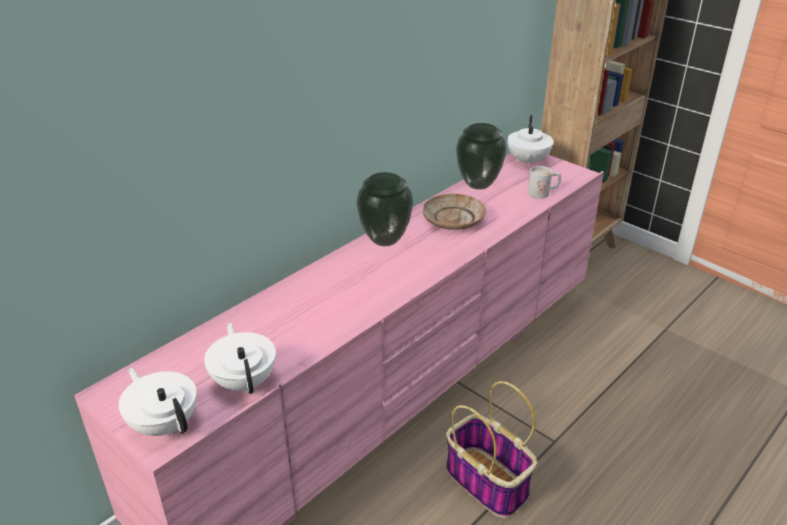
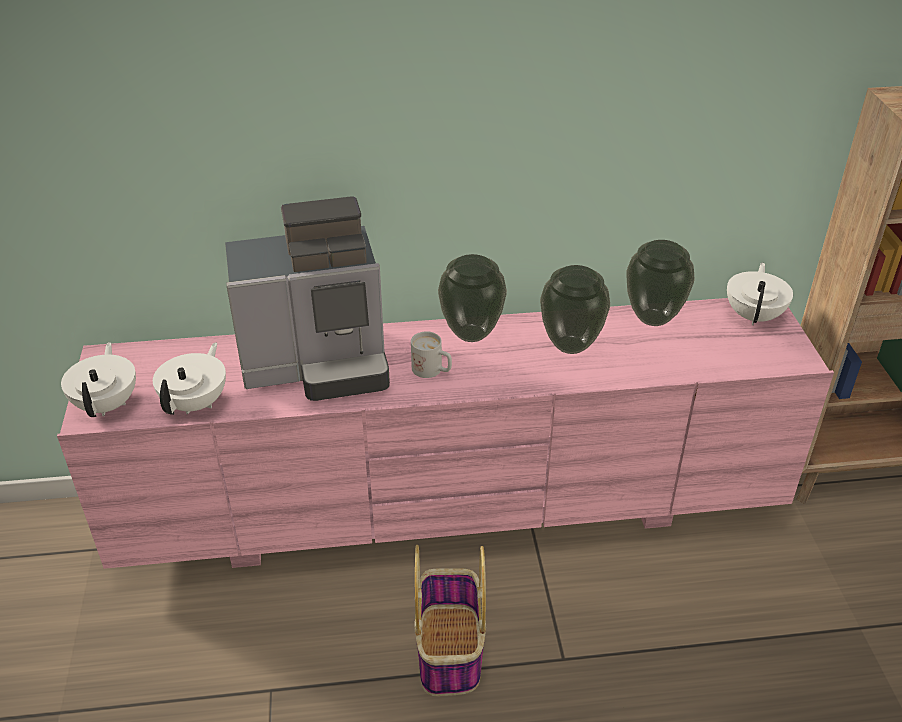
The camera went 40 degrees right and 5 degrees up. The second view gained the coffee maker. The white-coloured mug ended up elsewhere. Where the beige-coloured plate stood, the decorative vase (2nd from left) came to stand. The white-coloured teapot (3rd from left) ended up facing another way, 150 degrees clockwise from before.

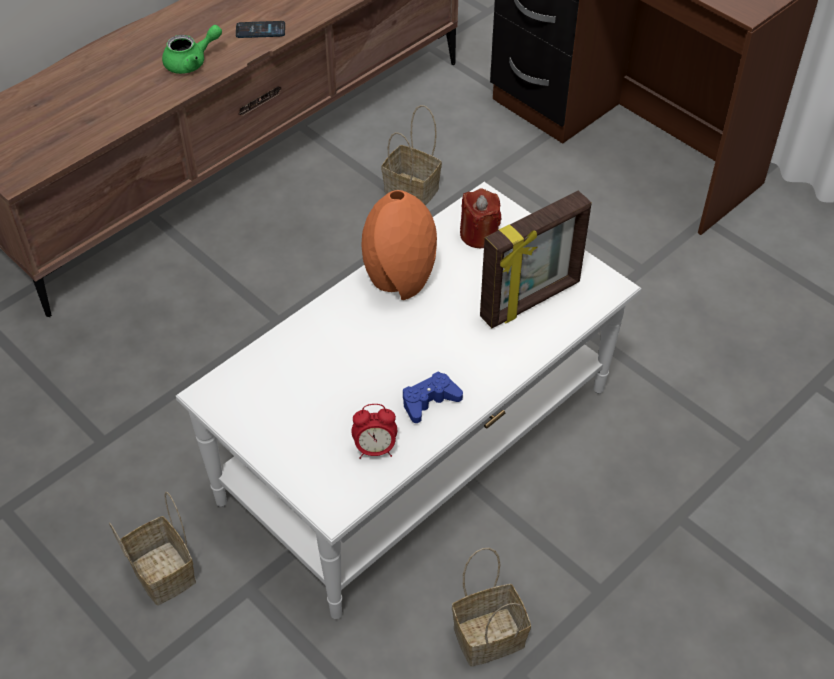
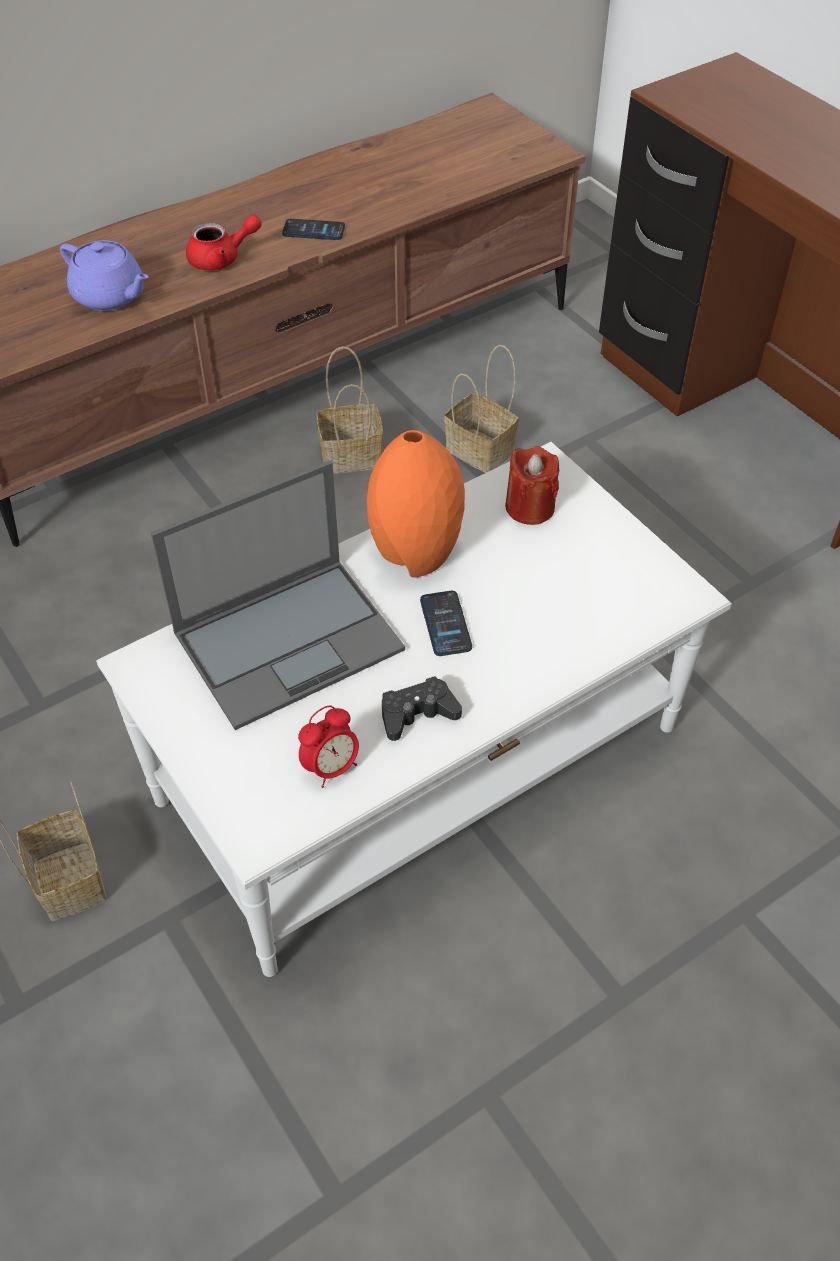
The camera went 10 degrees right and 0 degrees up. The second view gained the purplish teapot. The second view gained the notebook computer. What was the green-coloured teapot turned into the reddish teapot. The alarm clock ended up facing another way, 45 degrees counterclockwise from before. The household basket (3rd from left in the first image) ended up elsewhere. What was the bluish gamepad turned into the blackish gamepad. The second view gained the phone (2nd from left). The second view lost the picture frame.

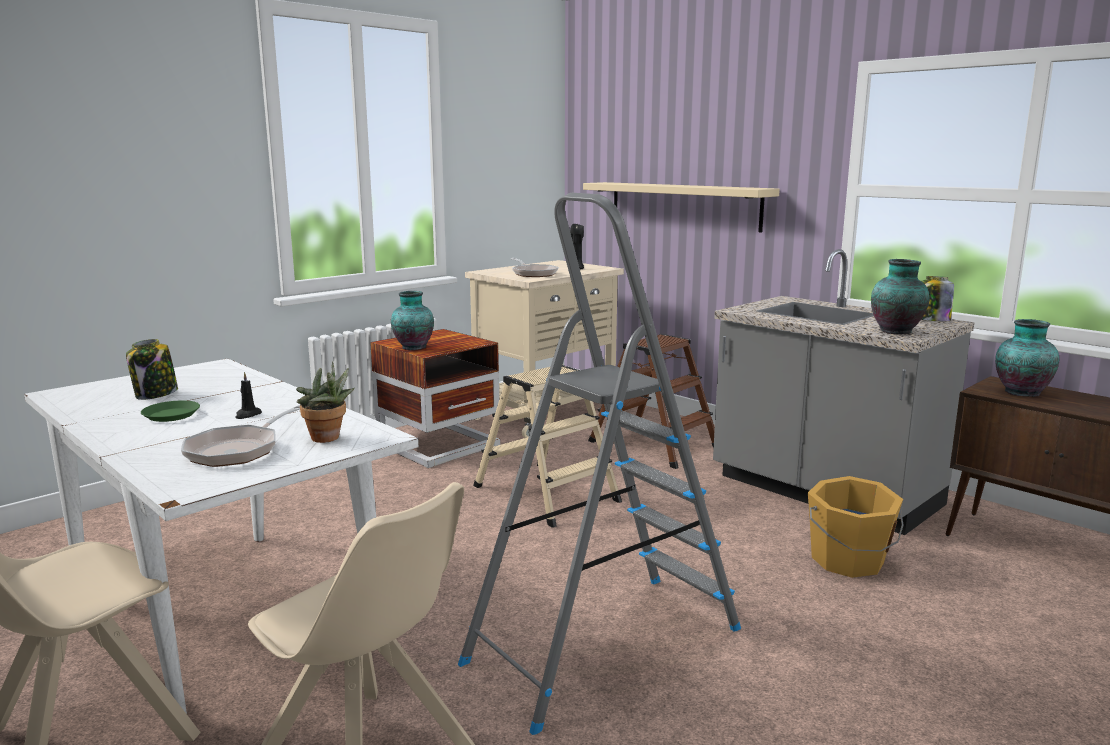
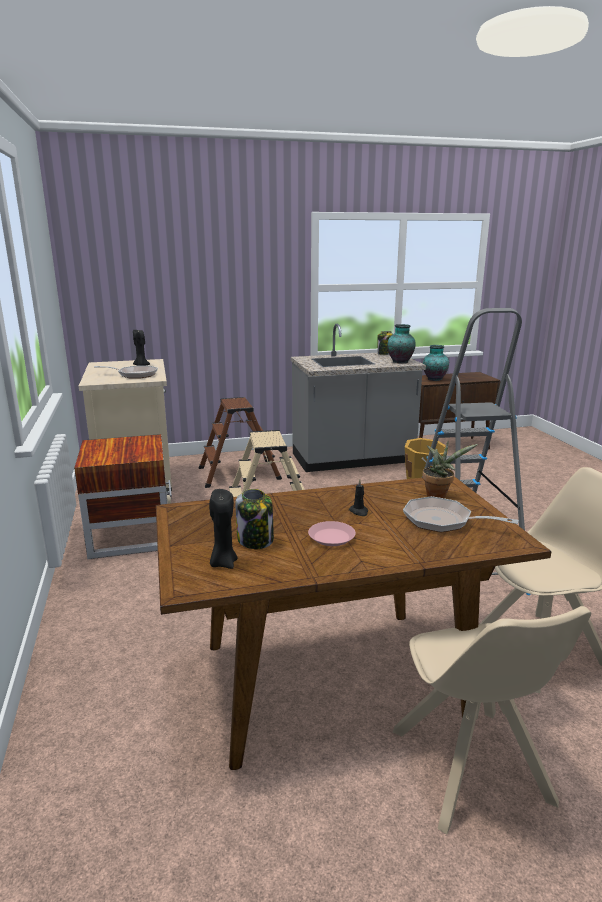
The camera went 60 degrees left and 5 degrees up. What was the white-coloured dinner table turned into the brownish dinner table. The second view gained the blackish wax candle (2nd from left). What was the green-coloured plate turned into the pinkish plate. The frying pan (1st from left in the first image) ended up facing another way, 150 degrees clockwise from before. The second view lost the decorative vase (1st from left). The second view lost the beige-coloured shelf.

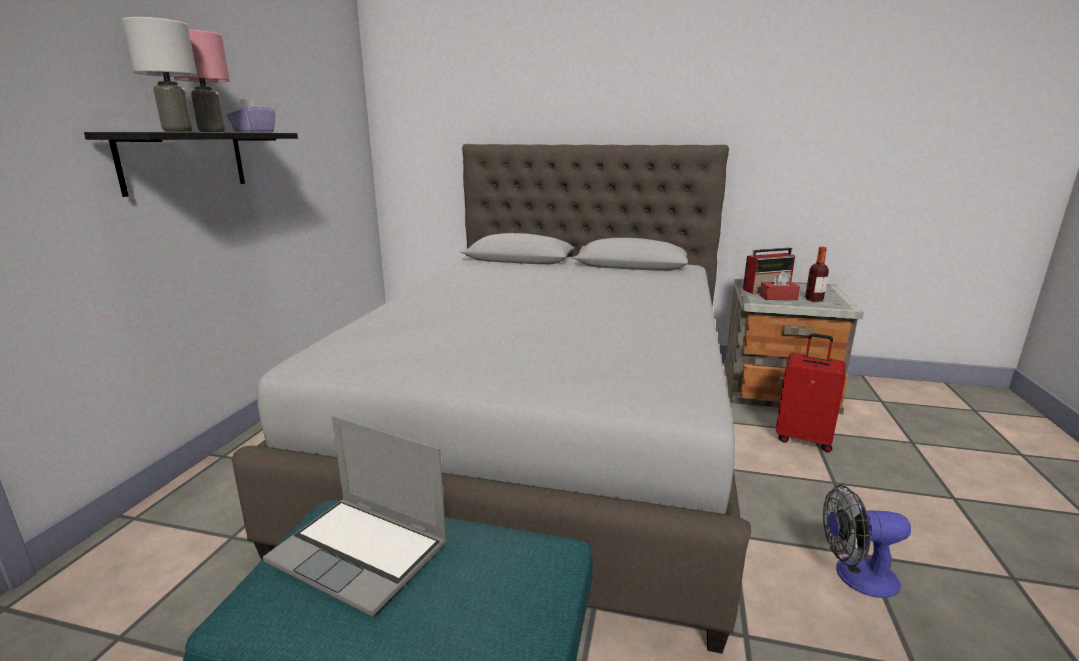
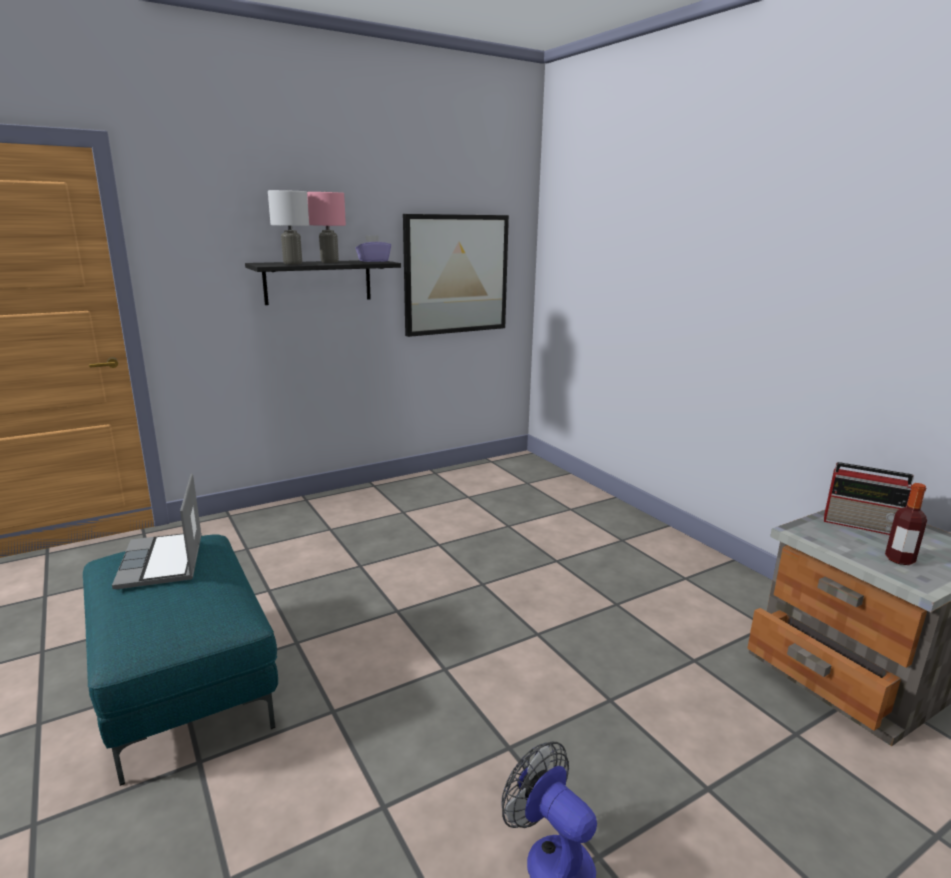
The camera went 45 degrees right and 0 degrees up. The second view gained the wall picture. The second view lost the greyish bed. The second view lost the reddish tissue box. The second view lost the reddish suitcase.

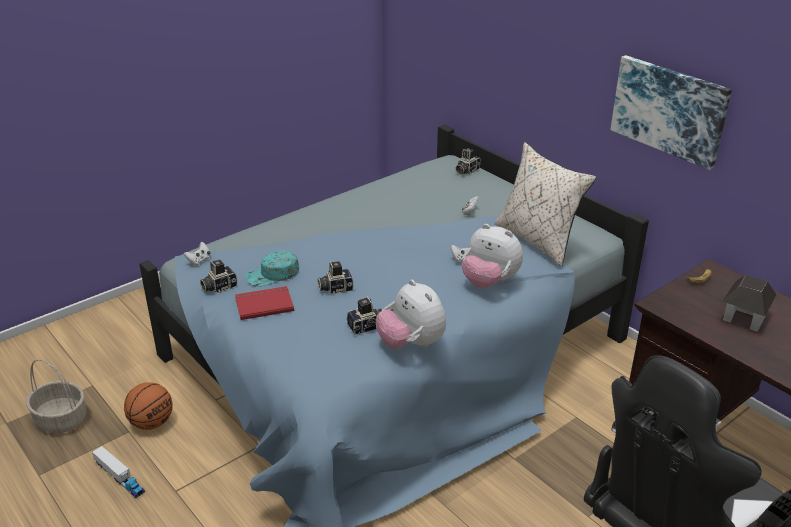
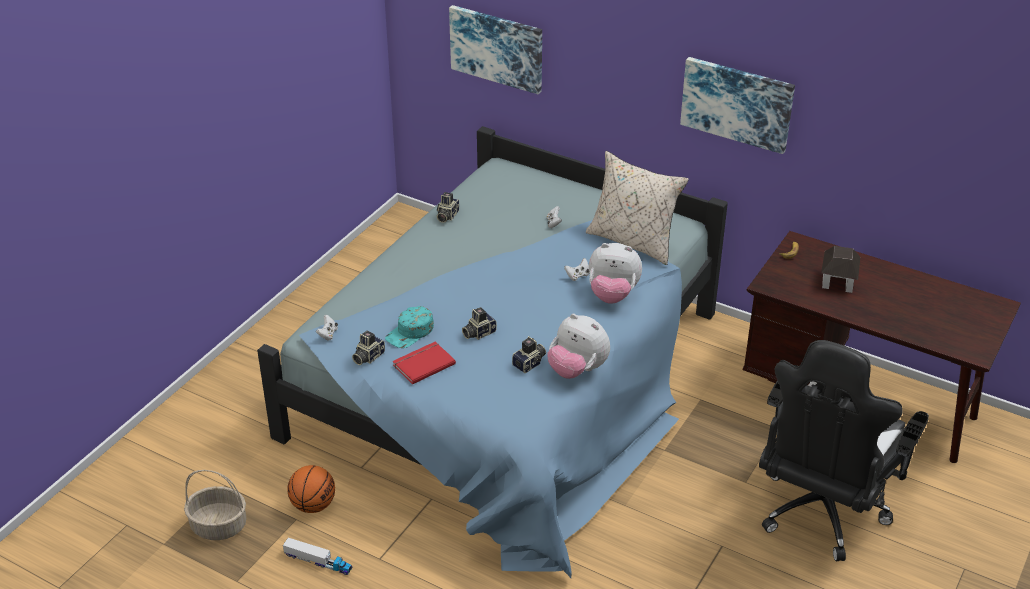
The camera went 20 degrees left and 5 degrees up. The photo camera (4th from left in the first image) ended up elsewhere. The second view gained the wall picture (1st from left).

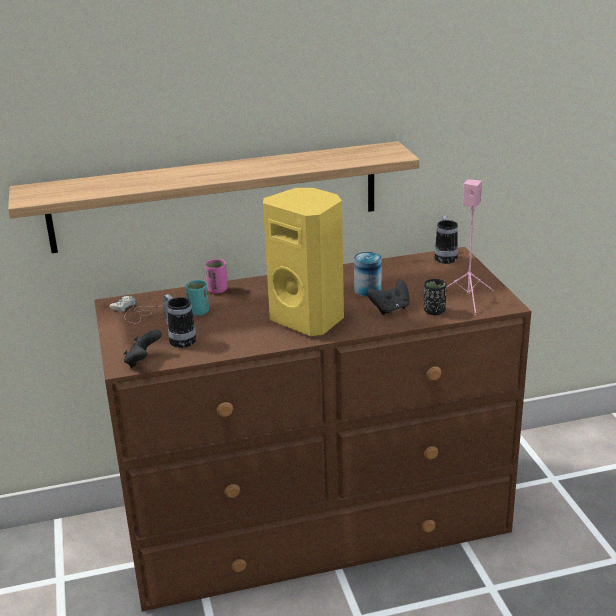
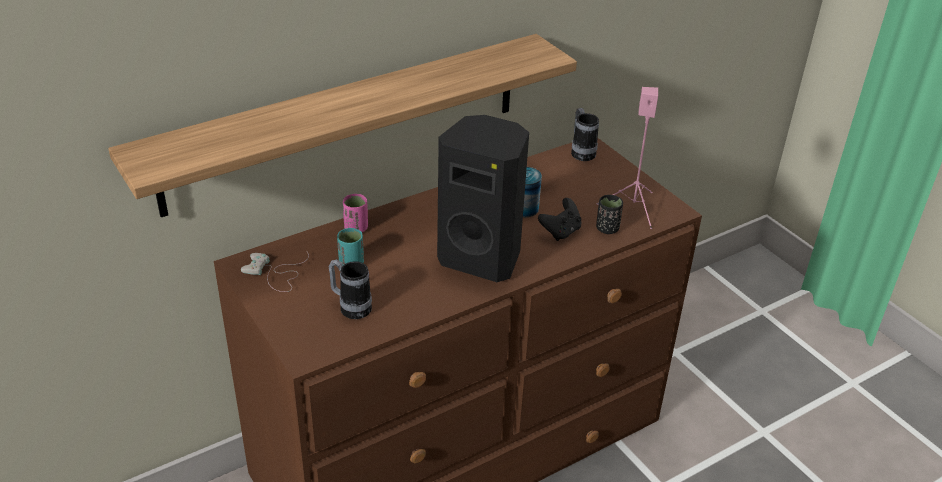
The camera went 20 degrees left and 10 degrees up. What was the yellowish audio speaker turned into the blackish audio speaker. The second view lost the blackish gamepad (1st from left).

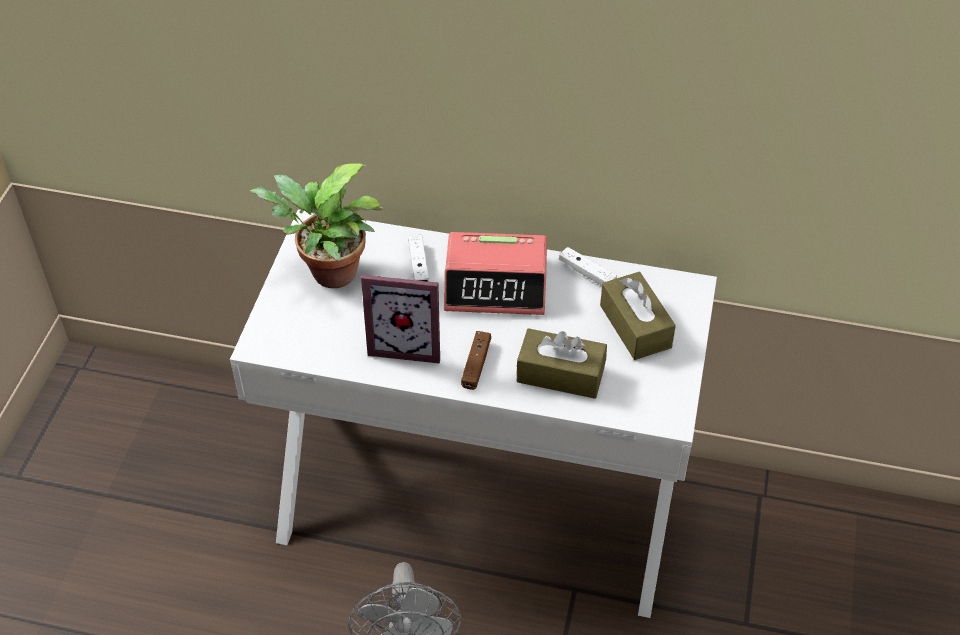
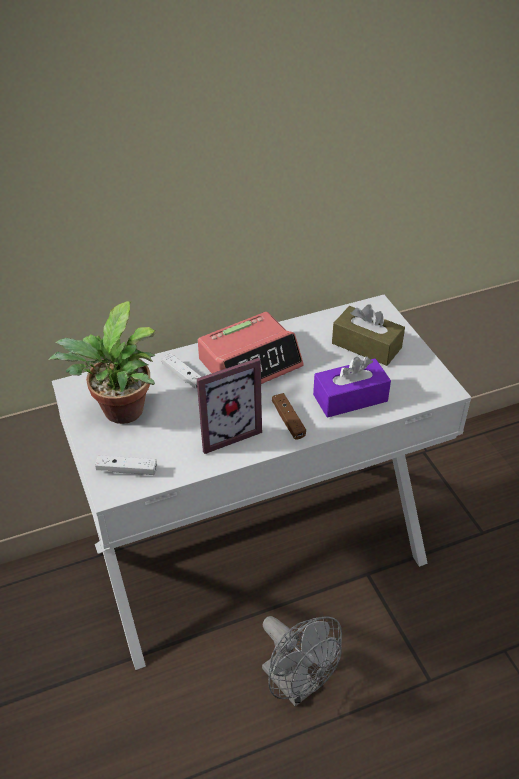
The camera went 35 degrees left and 5 degrees down. The white-coloured gamepad (2nd from left in the first image) ended up elsewhere. What was the brownish tissue box (1st from left) turned into the purplish tissue box.

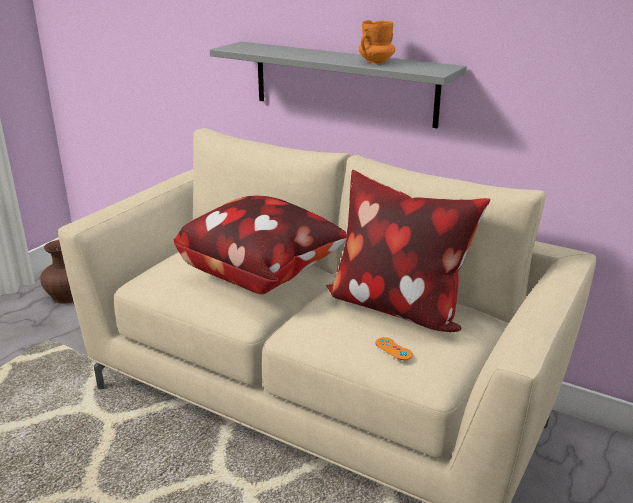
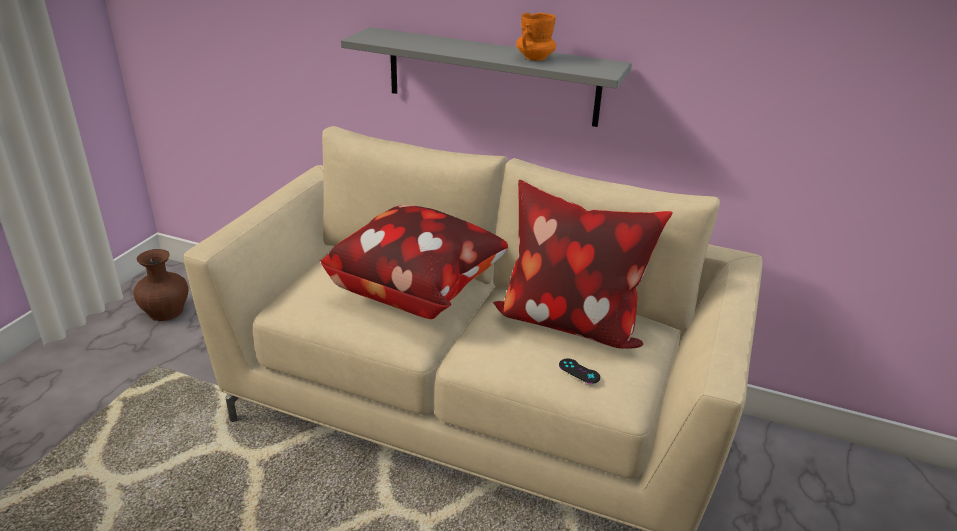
The camera went 10 degrees left and 5 degrees up. What was the orange gamepad turned into the blackish gamepad.

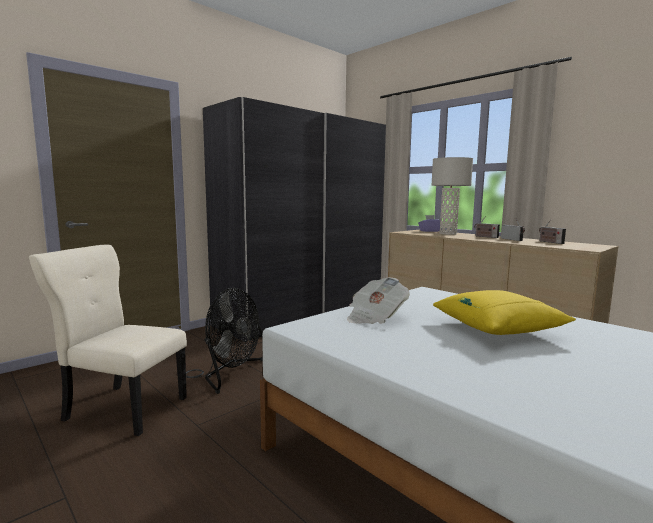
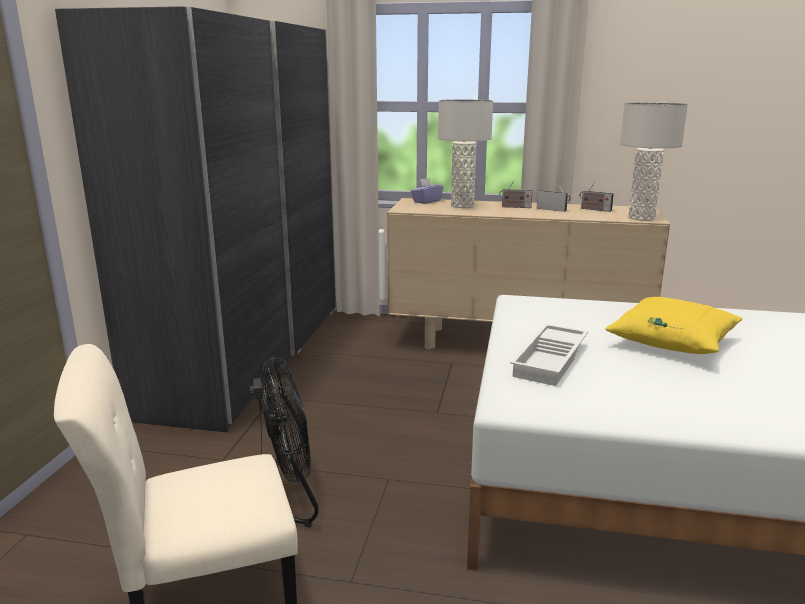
The camera went 35 degrees left and 10 degrees up. Where the daily paper stood, the white-coloured carrying tray came to stand. The second view gained the white-coloured table lamp (2nd from left).

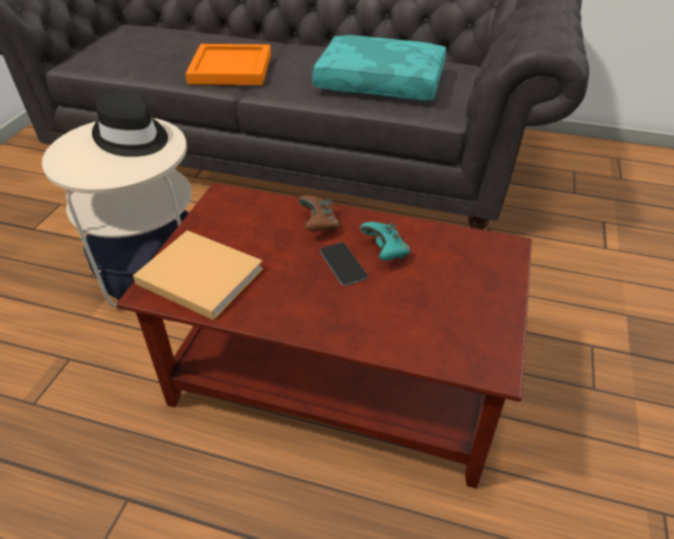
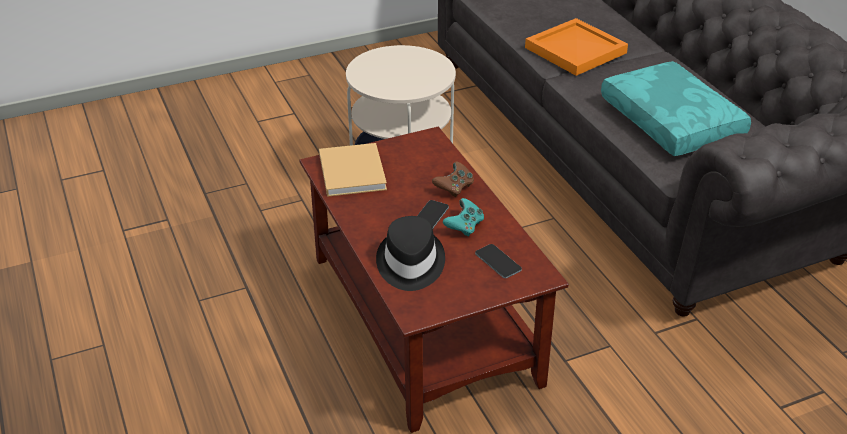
The camera went 50 degrees right and 5 degrees down. The blackish hat ended up elsewhere. The second view gained the phone (2nd from left).

